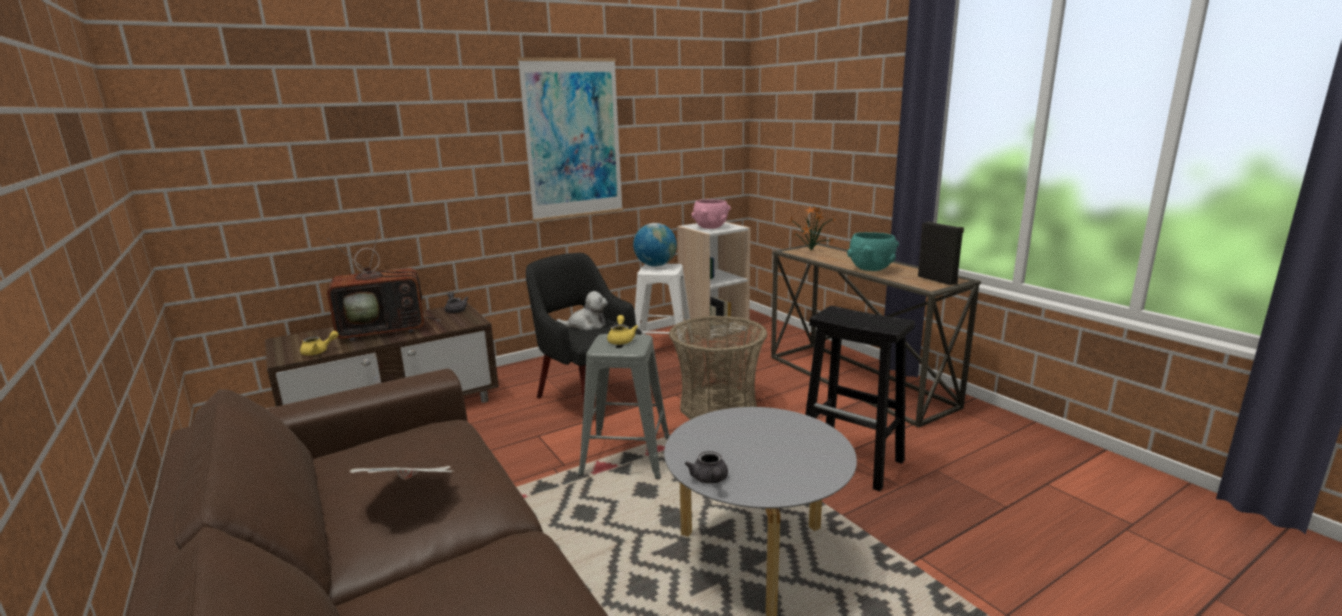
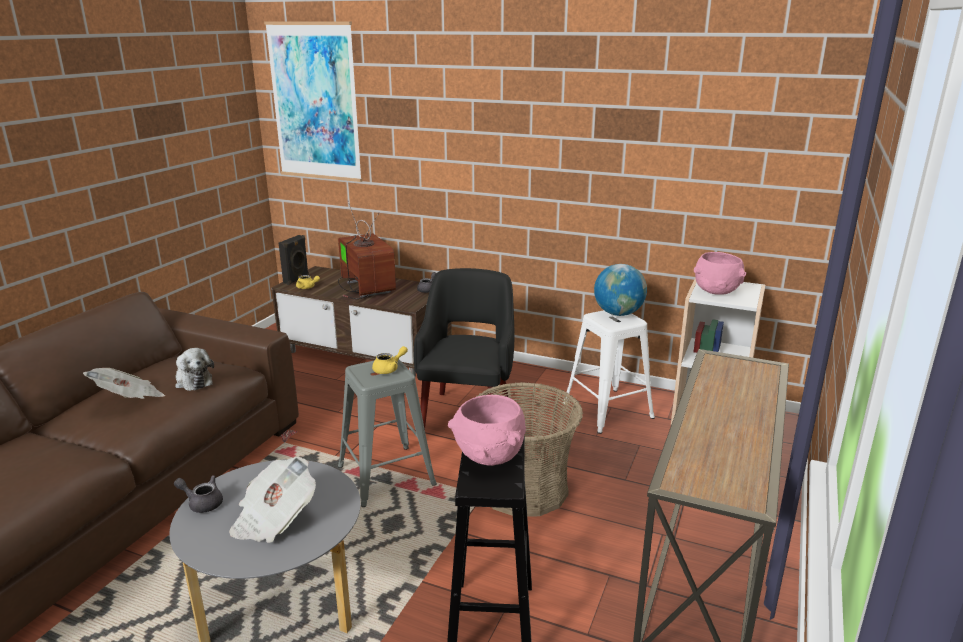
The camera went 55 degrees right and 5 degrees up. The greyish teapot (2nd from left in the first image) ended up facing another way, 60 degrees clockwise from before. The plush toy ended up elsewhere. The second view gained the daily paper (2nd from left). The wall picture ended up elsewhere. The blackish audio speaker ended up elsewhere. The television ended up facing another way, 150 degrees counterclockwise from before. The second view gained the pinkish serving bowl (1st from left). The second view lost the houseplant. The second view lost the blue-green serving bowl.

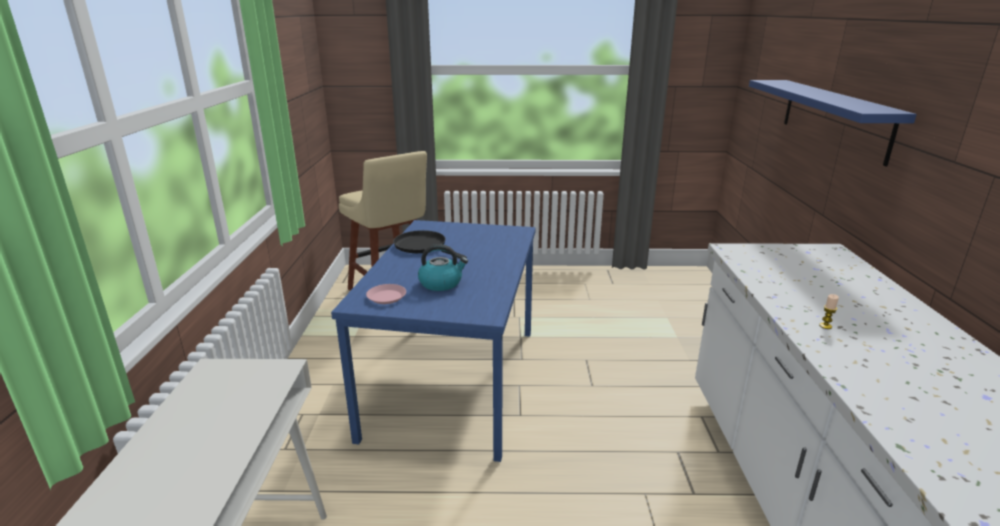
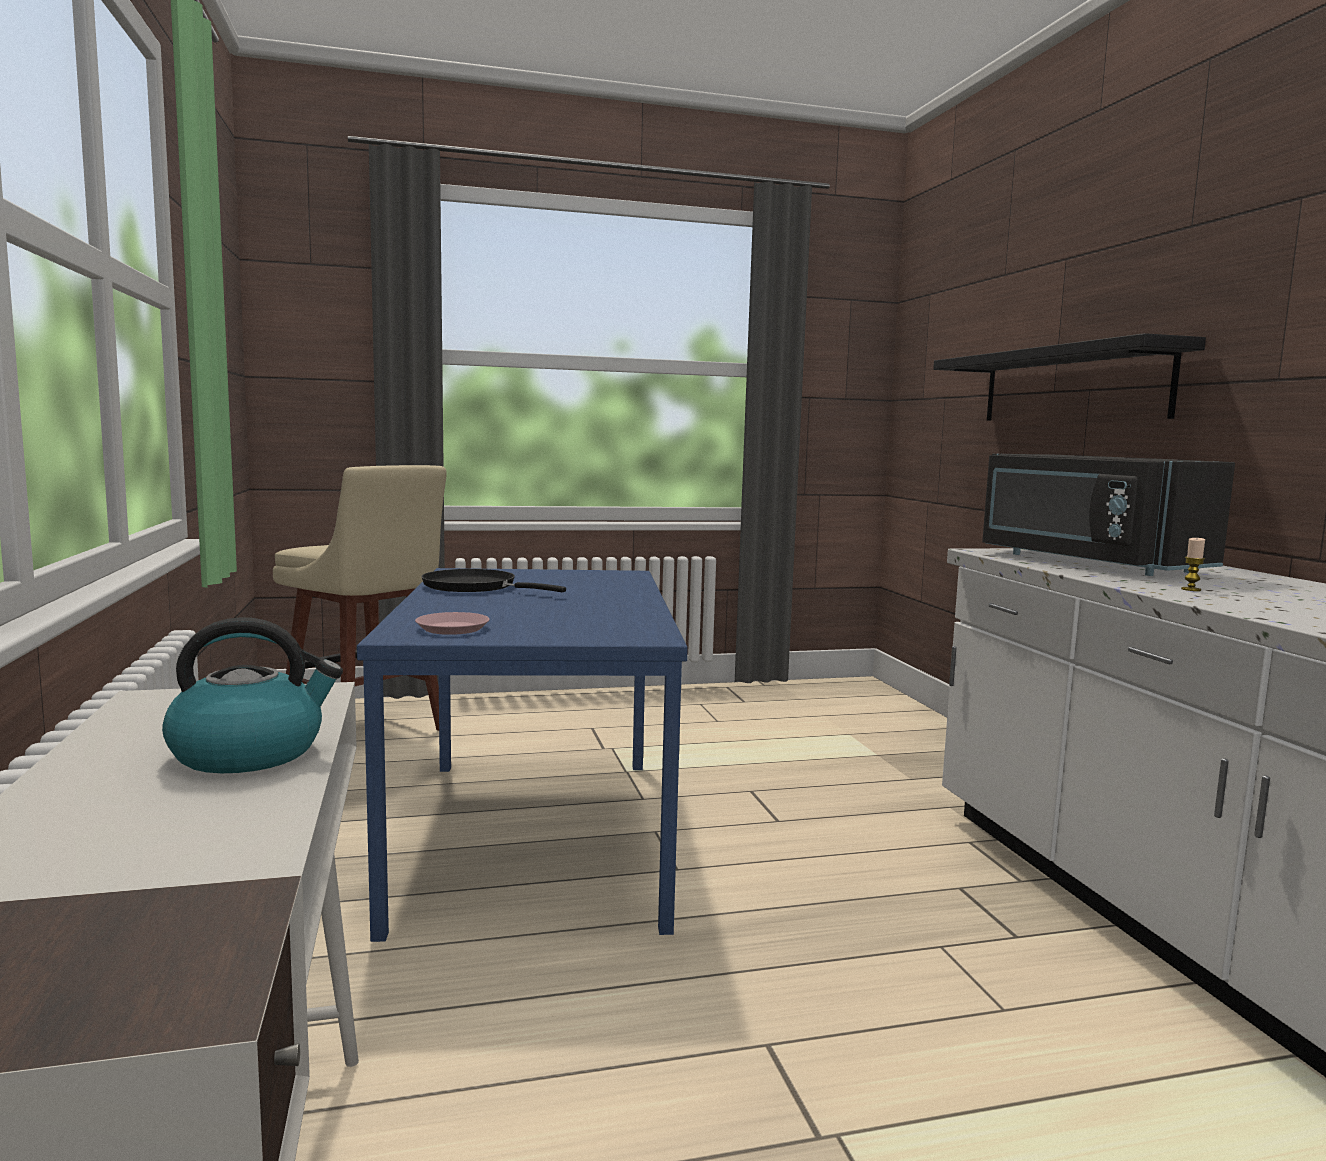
The camera went 15 degrees left and 15 degrees down. The tea kettle ended up elsewhere. What was the bluish shelf turned into the blackish shelf. The second view gained the blackish microwave oven.

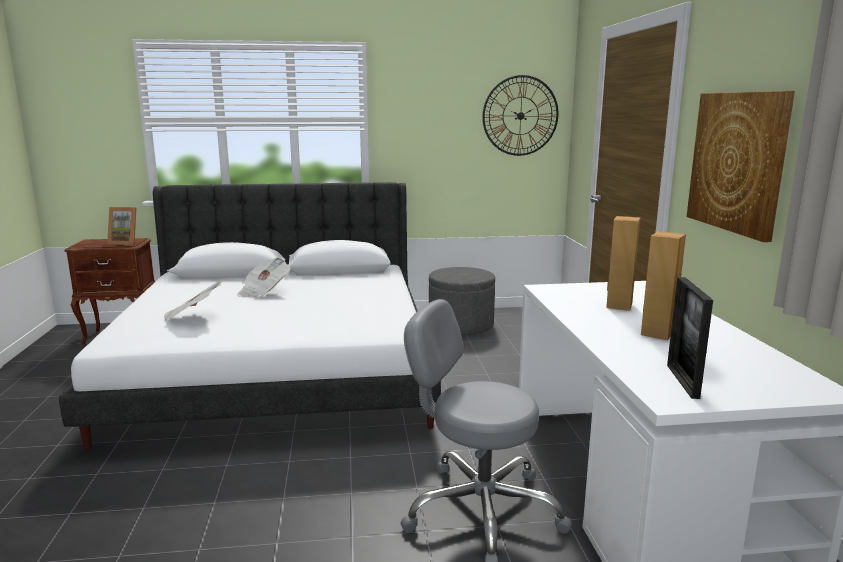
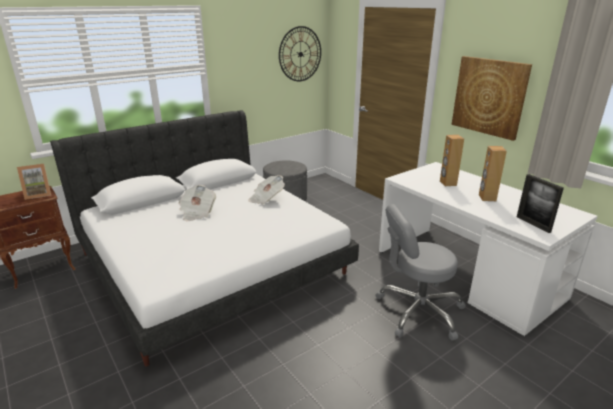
The camera went 30 degrees left and 10 degrees up. The daily paper (1st from left in the first image) ended up elsewhere.

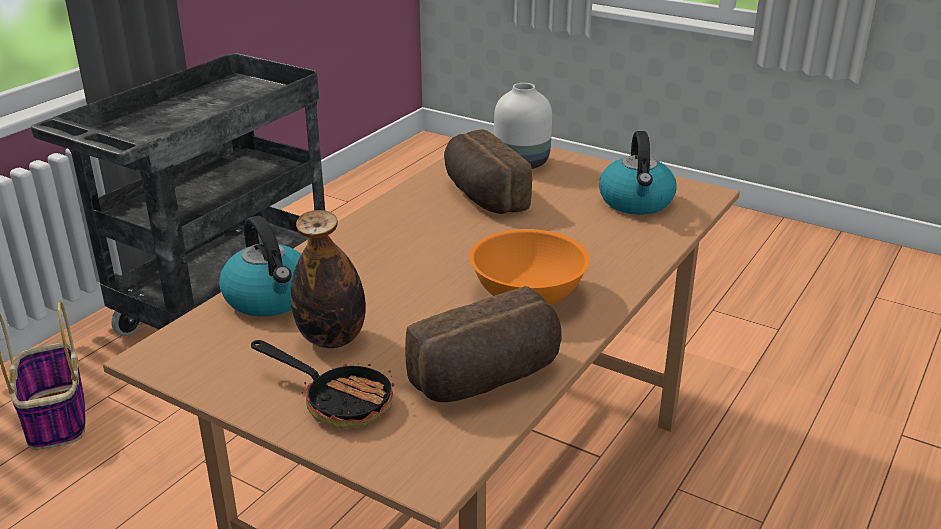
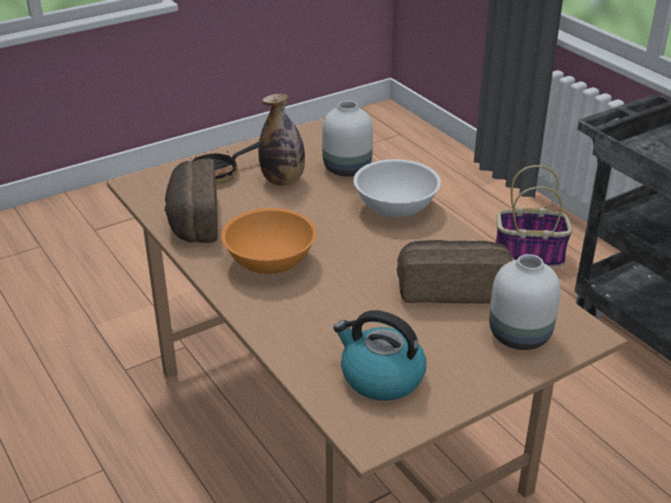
The camera went 115 degrees right and 5 degrees up. Where the tea kettle (1st from left) stood, the white-coloured decorative vase (1st from left) came to stand. The second view gained the white-coloured serving bowl.

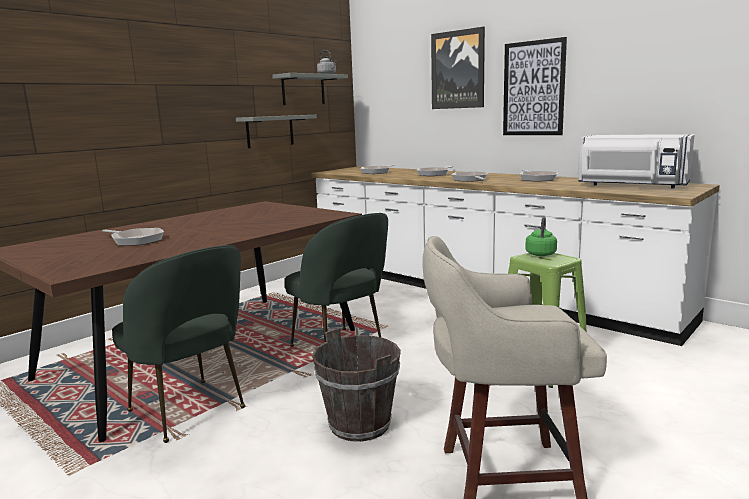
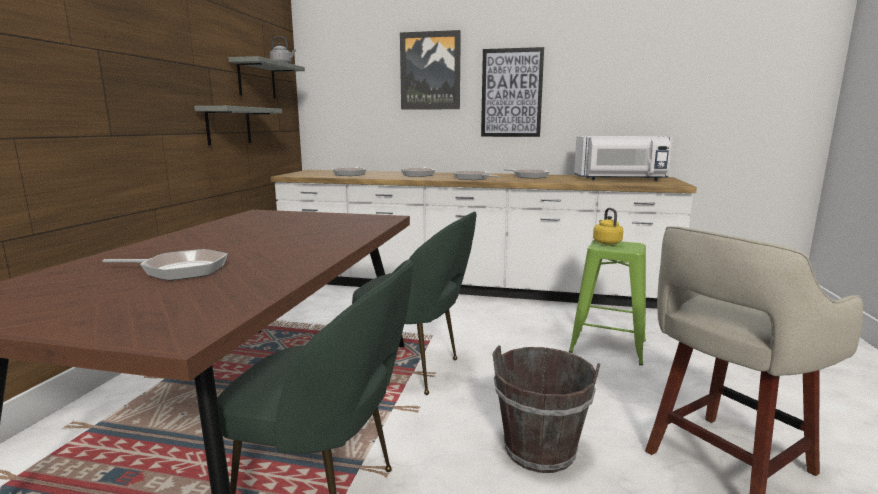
The camera went 30 degrees left and 0 degrees up. What was the green-coloured tea kettle turned into the yellowish tea kettle.

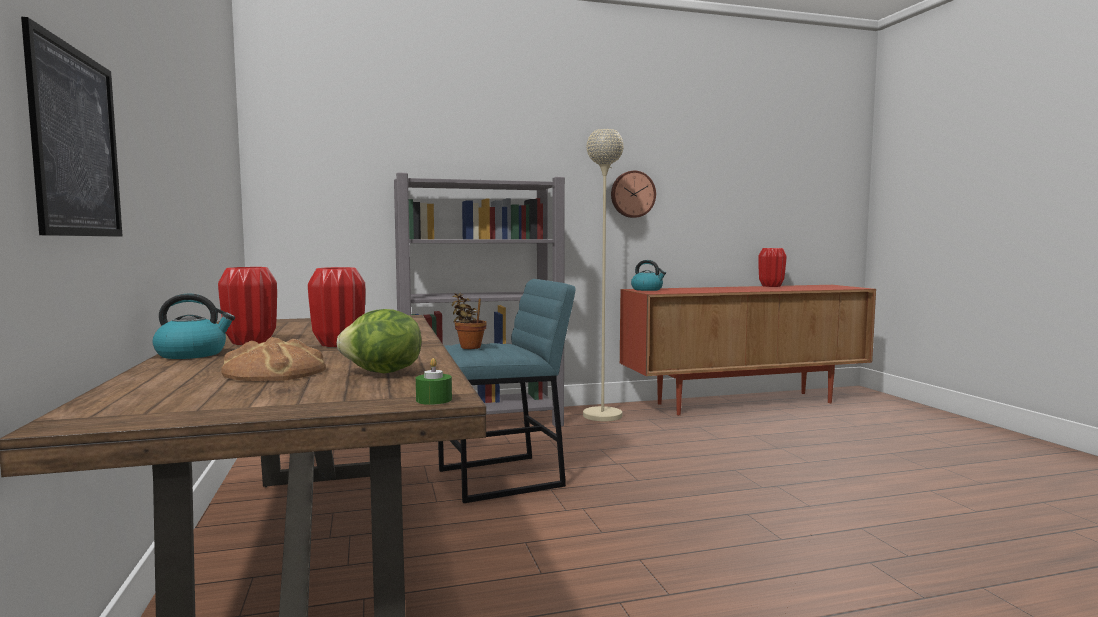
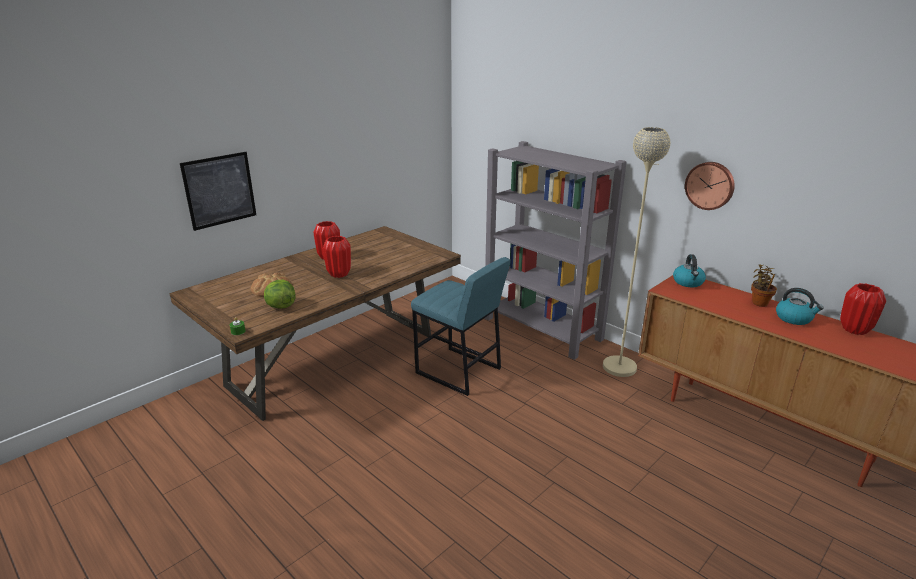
The camera went 60 degrees right and 20 degrees up. The houseplant ended up elsewhere. The tea kettle (1st from left in the first image) ended up elsewhere.

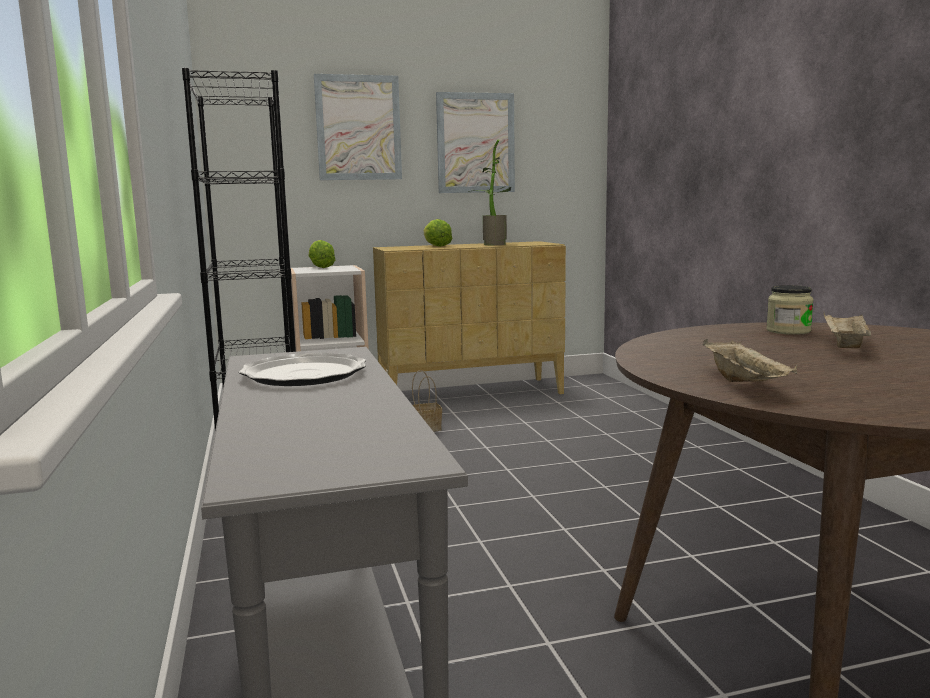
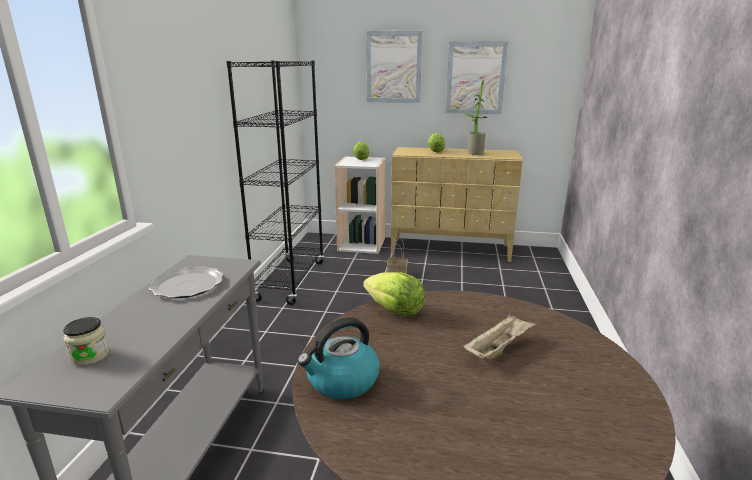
The camera went 25 degrees right and 10 degrees up. The preserve jar ended up elsewhere. Where the beige-coloured carrying tray (1st from left) stood, the tea kettle came to stand. The second view gained the lettuce (2nd from left).

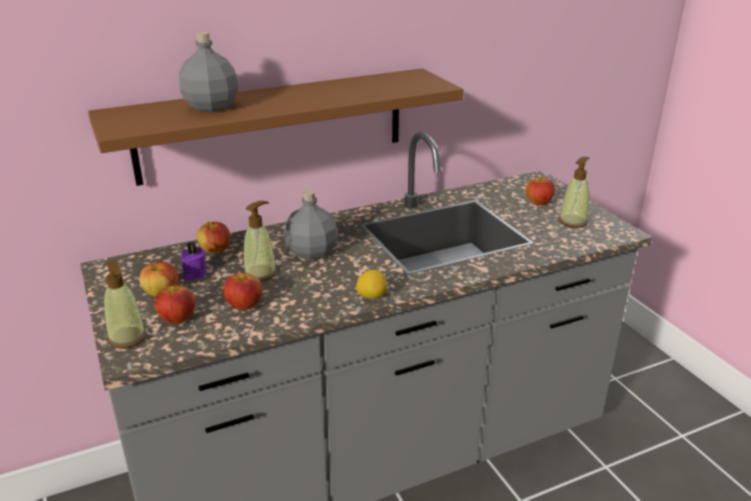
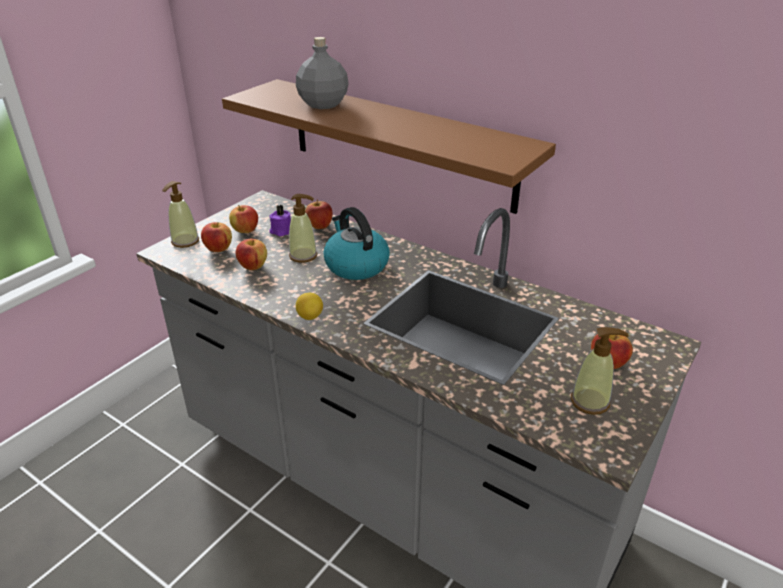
The camera went 60 degrees right and 5 degrees up. Where the greyish drink bottle (2nd from left) stood, the tea kettle came to stand.

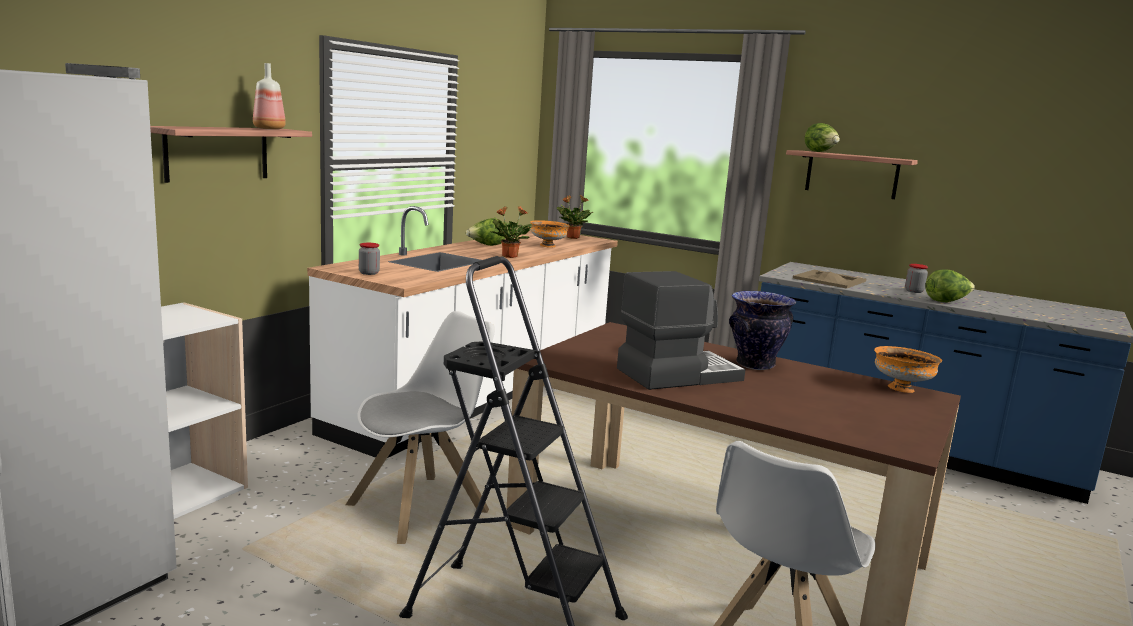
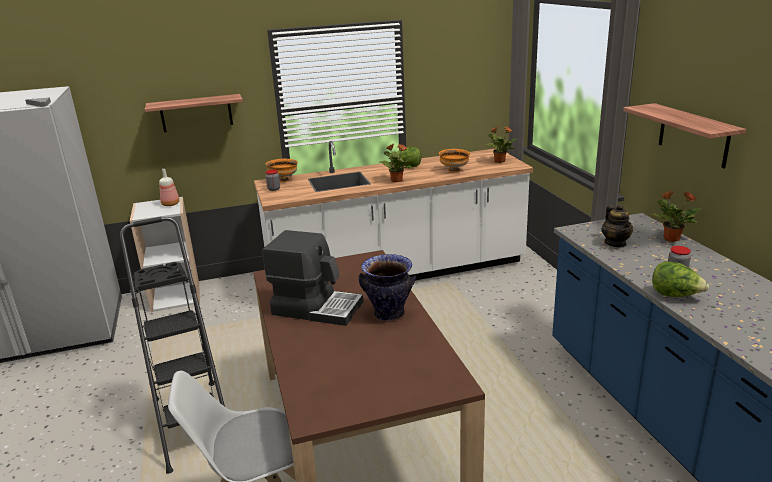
The camera went 45 degrees right and 10 degrees up. The drink bottle ended up elsewhere. The orange serving bowl (2nd from left in the first image) ended up elsewhere. Where the beige-coloured carrying tray stood, the teapot came to stand. The second view gained the houseplant (3rd from left). The second view lost the plain chair (1st from left). The second view lost the lettuce (2nd from left).

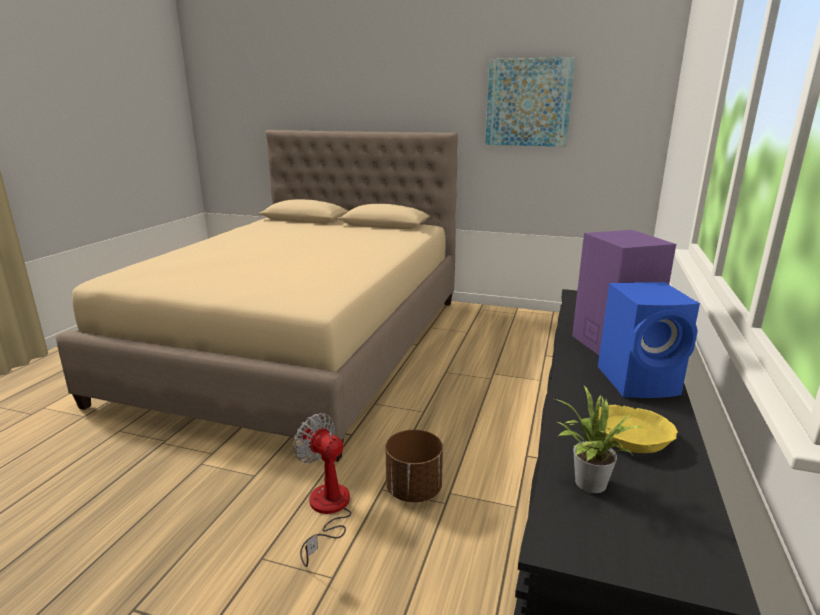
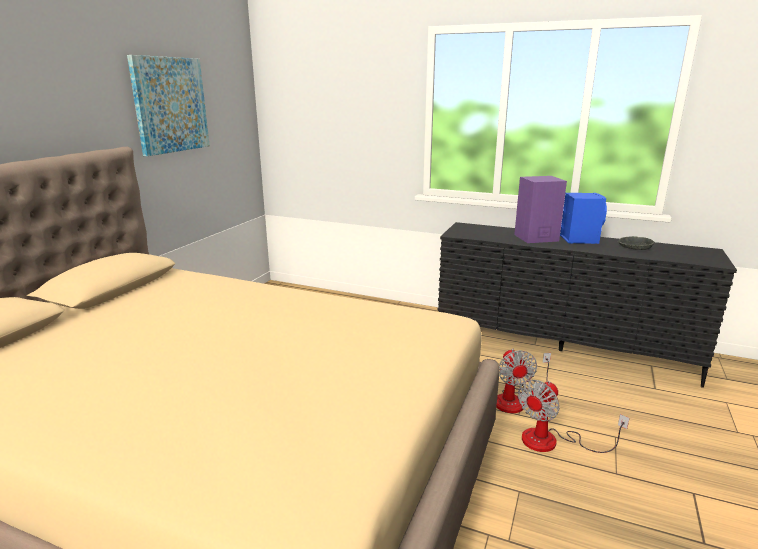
The camera went 85 degrees left and 0 degrees up. Where the brownish plant pot stood, the fan (1st from left) came to stand. What was the yellowish serving bowl turned into the greyish serving bowl. The second view lost the houseplant.

